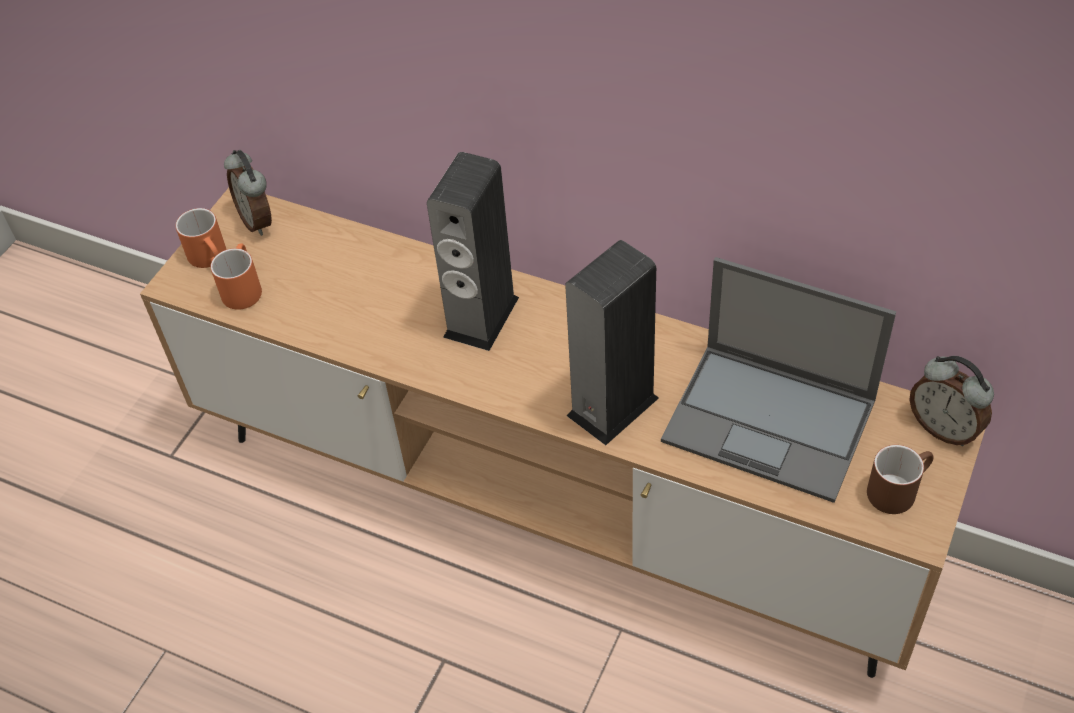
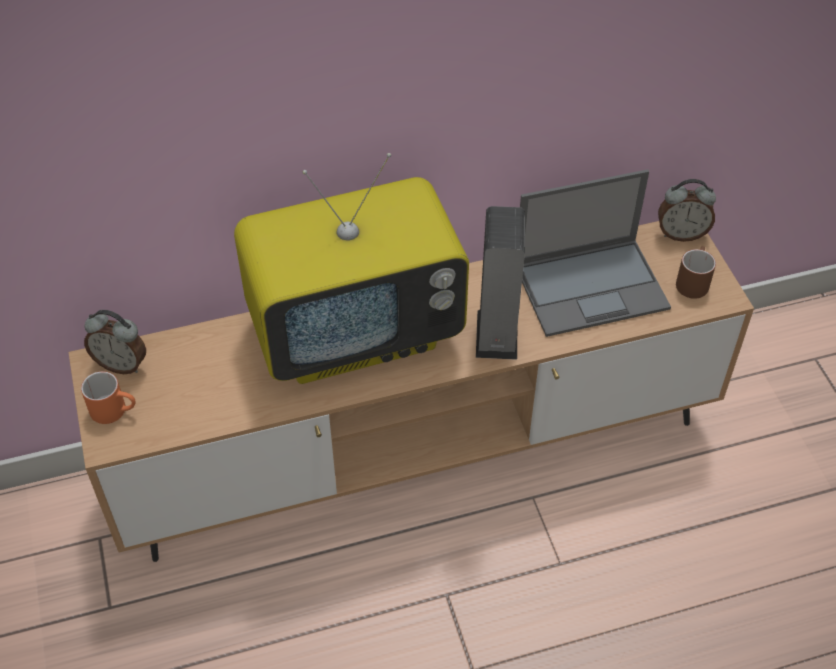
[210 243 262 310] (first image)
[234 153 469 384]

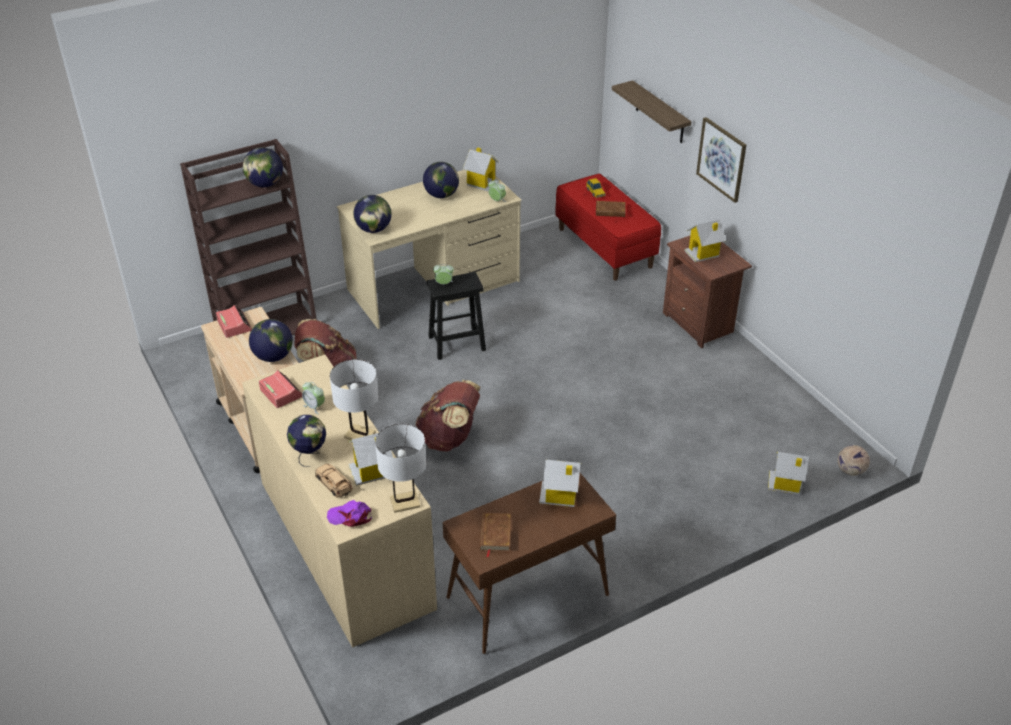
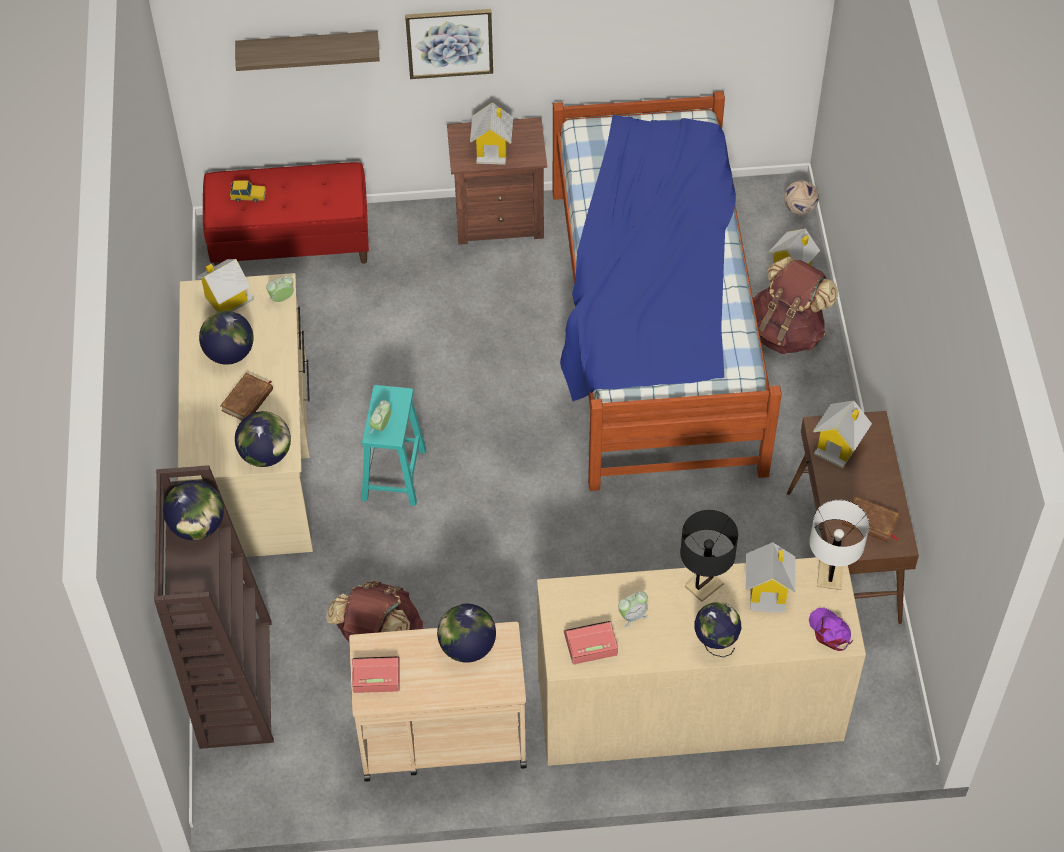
[315 464 353 498] (first image)
[809 608 853 651]
[680 510 738 602]
[753 257 838 354]
[362 385 426 506]
[220 373 273 420]
[553 91 782 491]

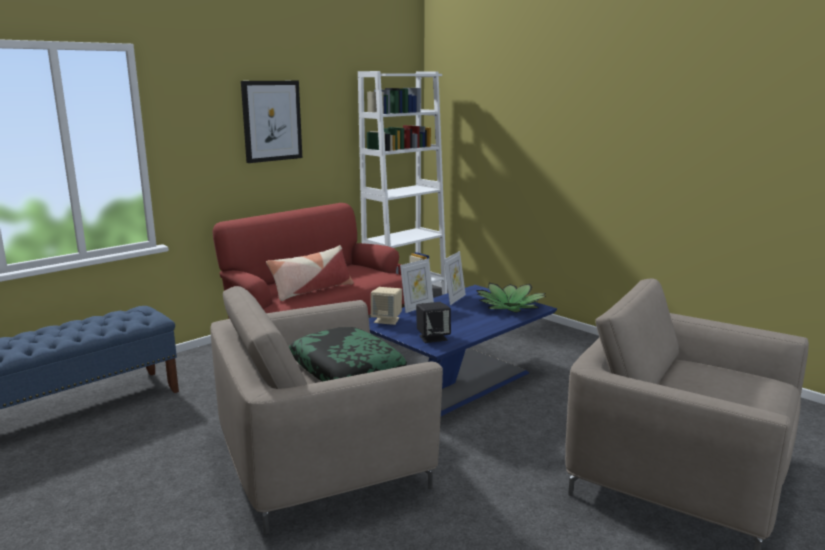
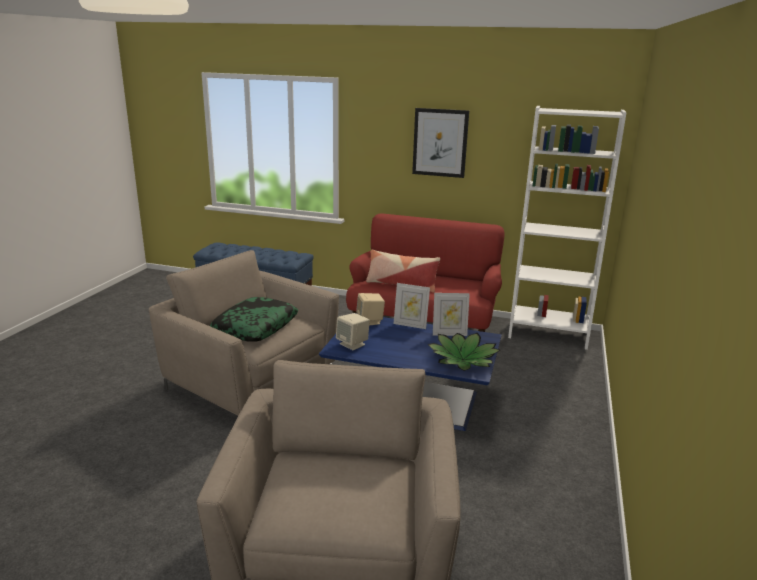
[336 313 370 350]

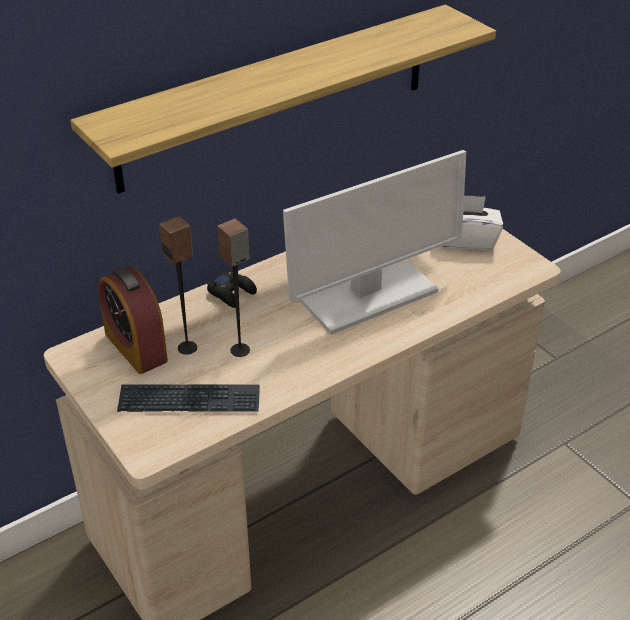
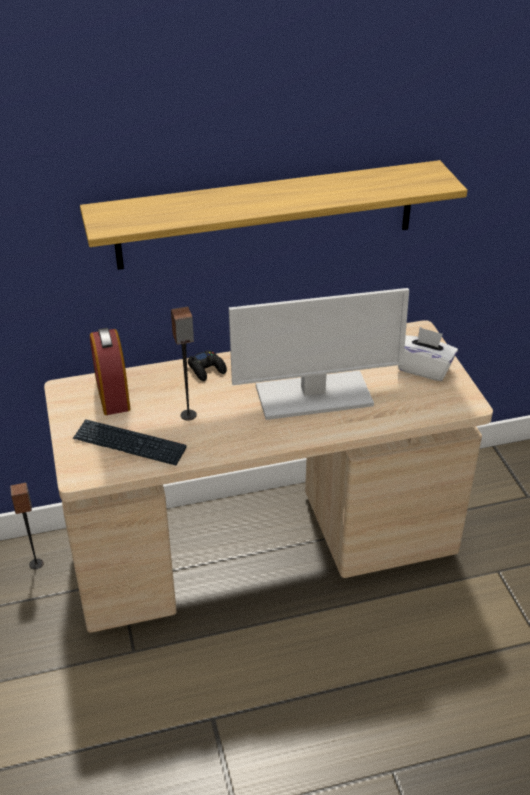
[10 483 44 569]

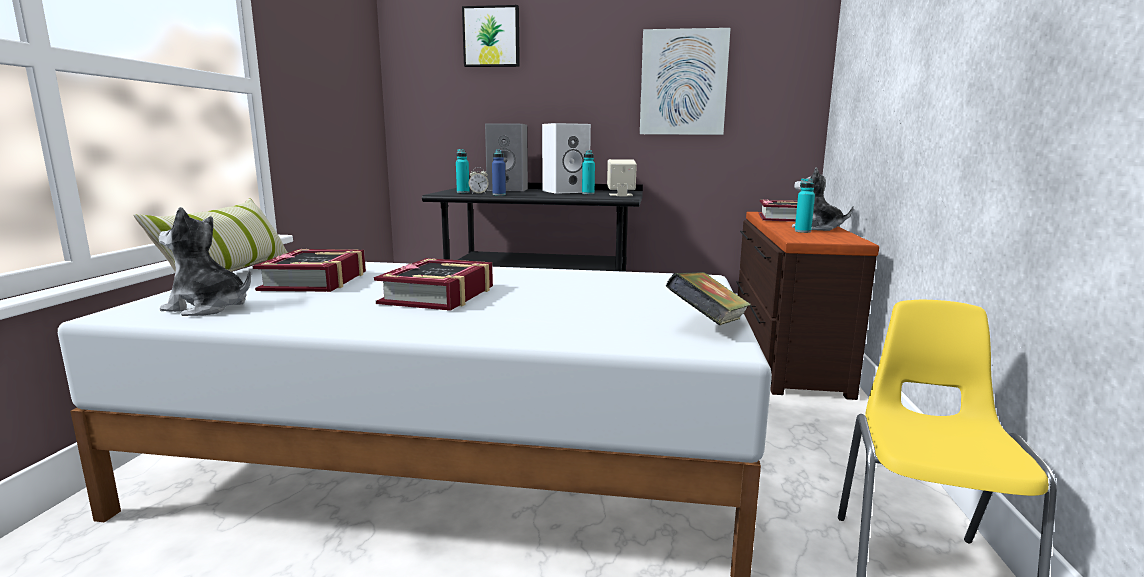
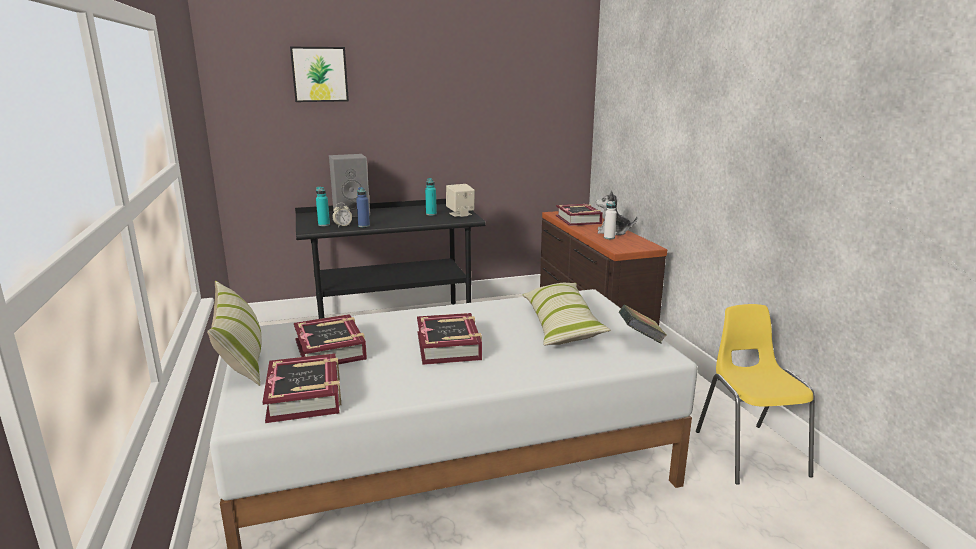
[263 353 341 423]
[542 123 591 194] (first image)
[640 28 731 135] (first image)
[604 201 617 239]
[523 283 611 345]

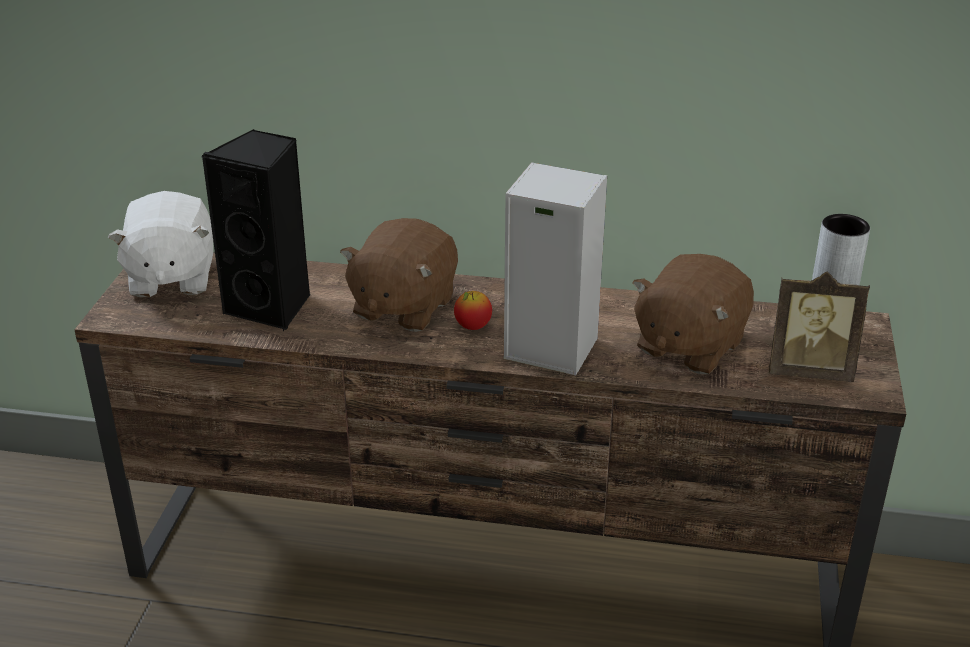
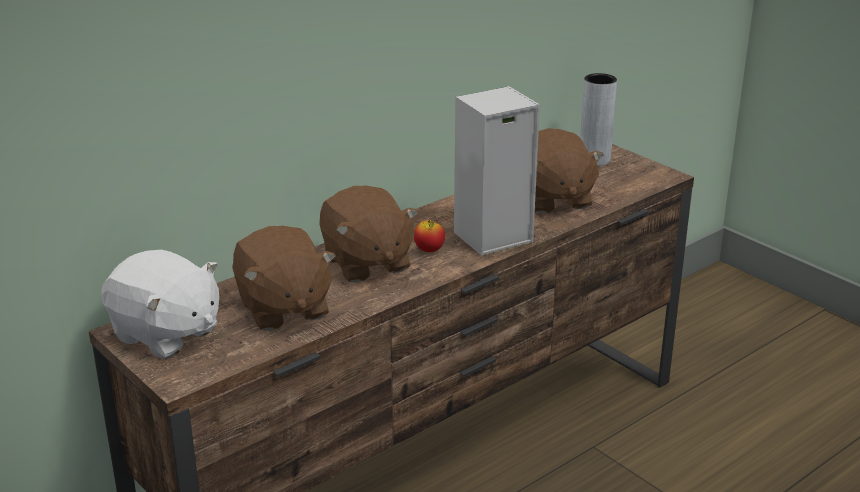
[232 226 336 331]
[769 272 870 382] (first image)

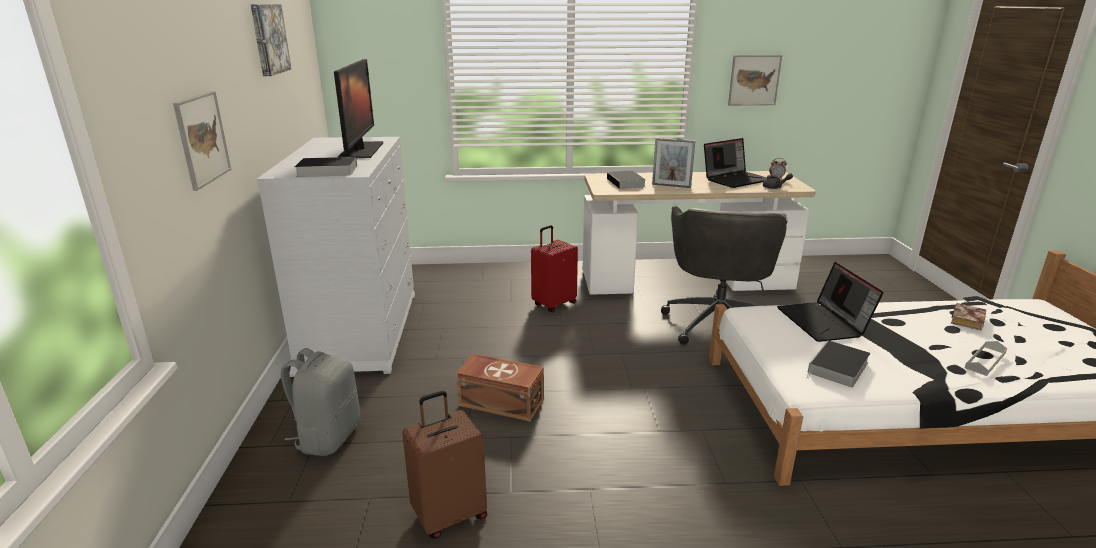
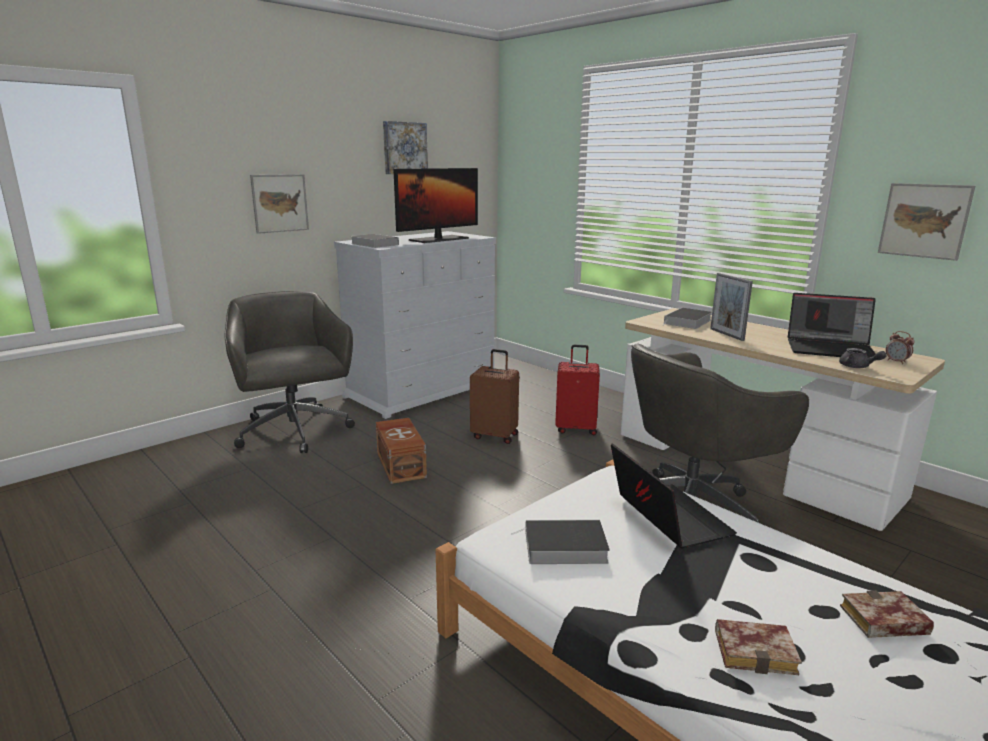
[224 291 355 453]
[470 349 519 444]
[611 443 737 548]
[715 619 802 675]

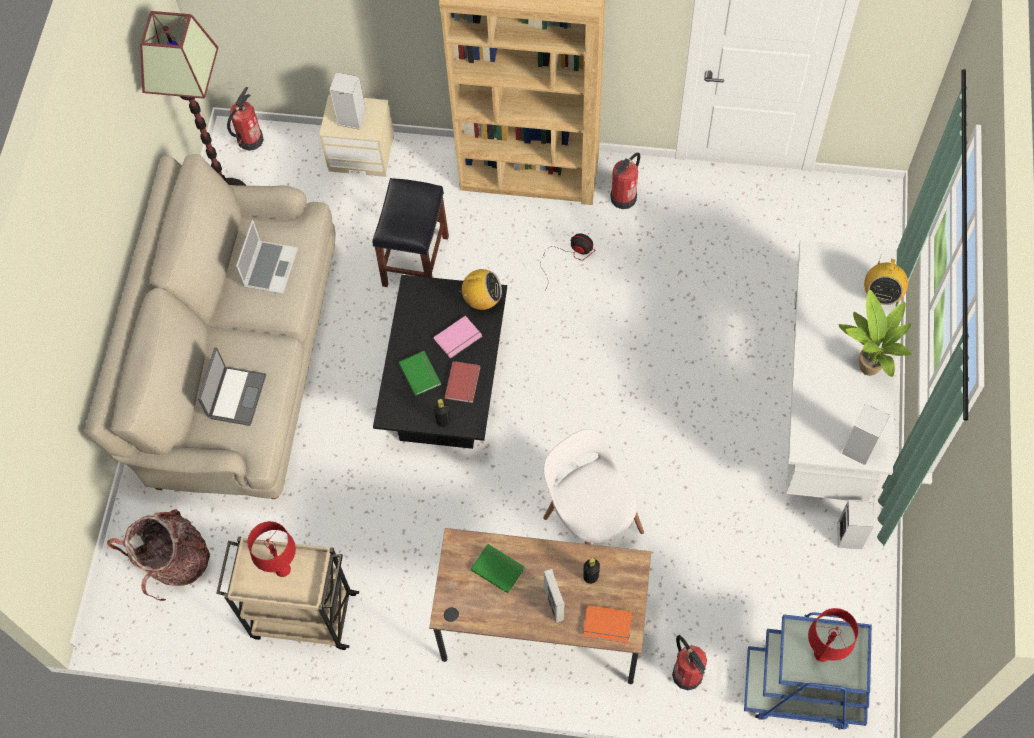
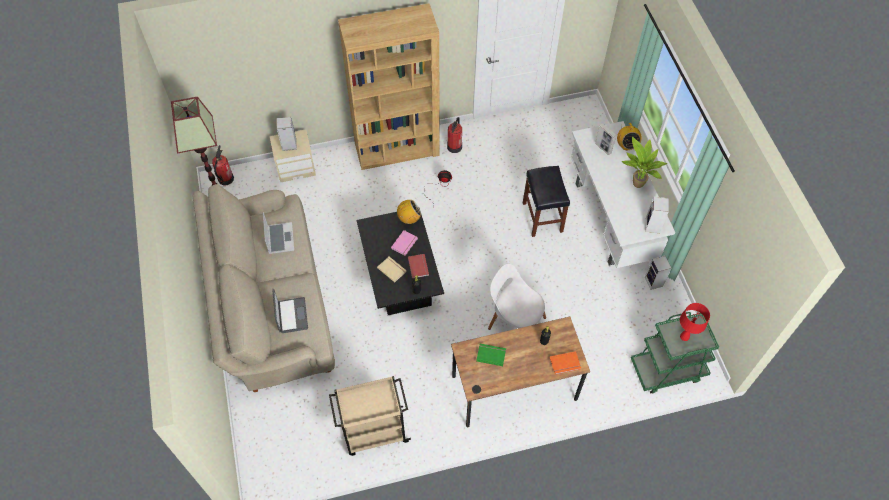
[107 509 210 601] (first image)
[247 521 296 577] (first image)
[523 166 570 237]
[377 257 406 283]
[595 123 617 155]
[672 635 707 690] (first image)
[631 312 719 393]

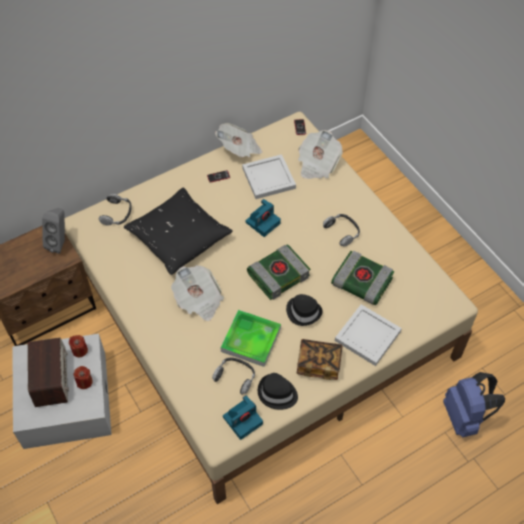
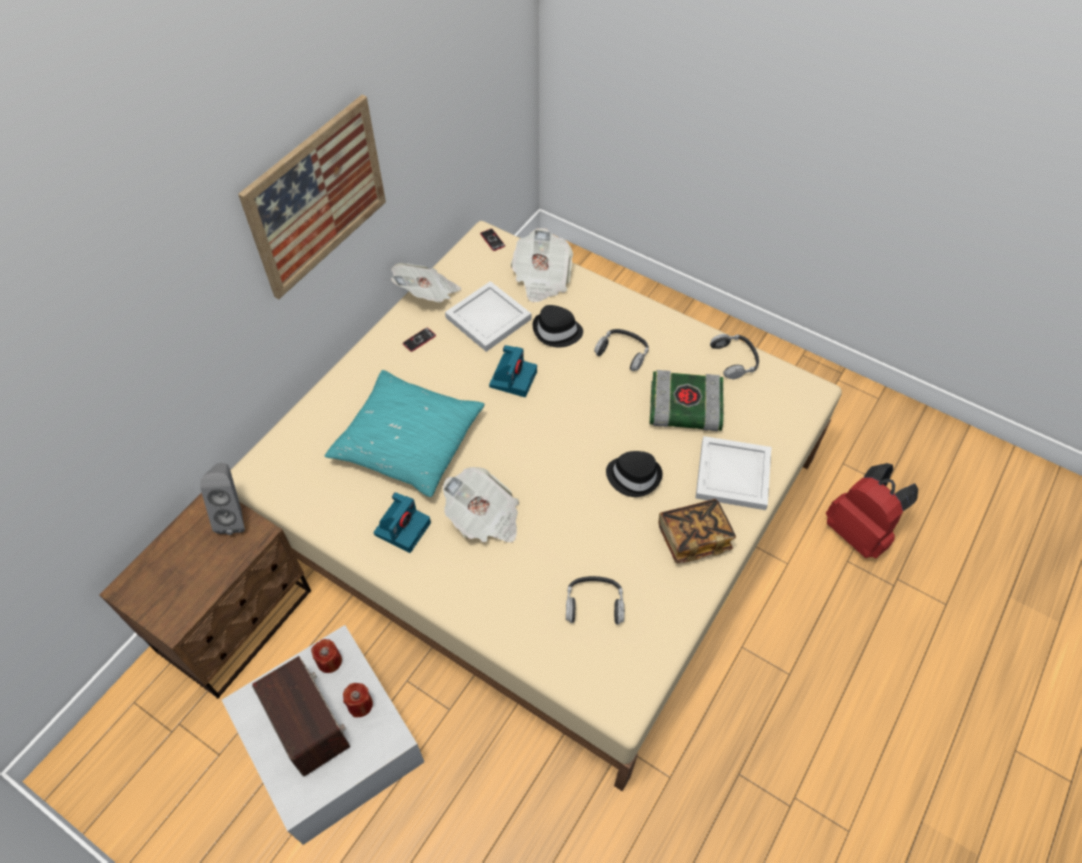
[710 334 759 380]
[325 370 485 497]
[220 310 281 367] (first image)
[374 492 431 553]
[247 245 310 300] (first image)
[533 305 583 347]
[826 463 918 558]
[238 95 386 299]

